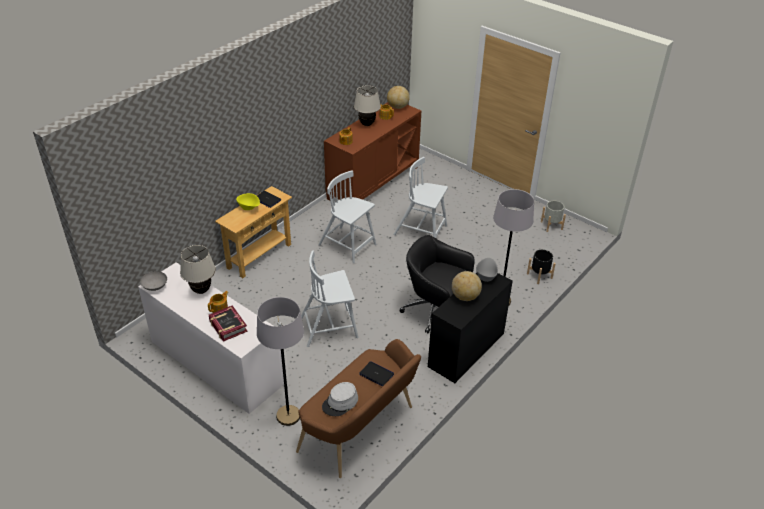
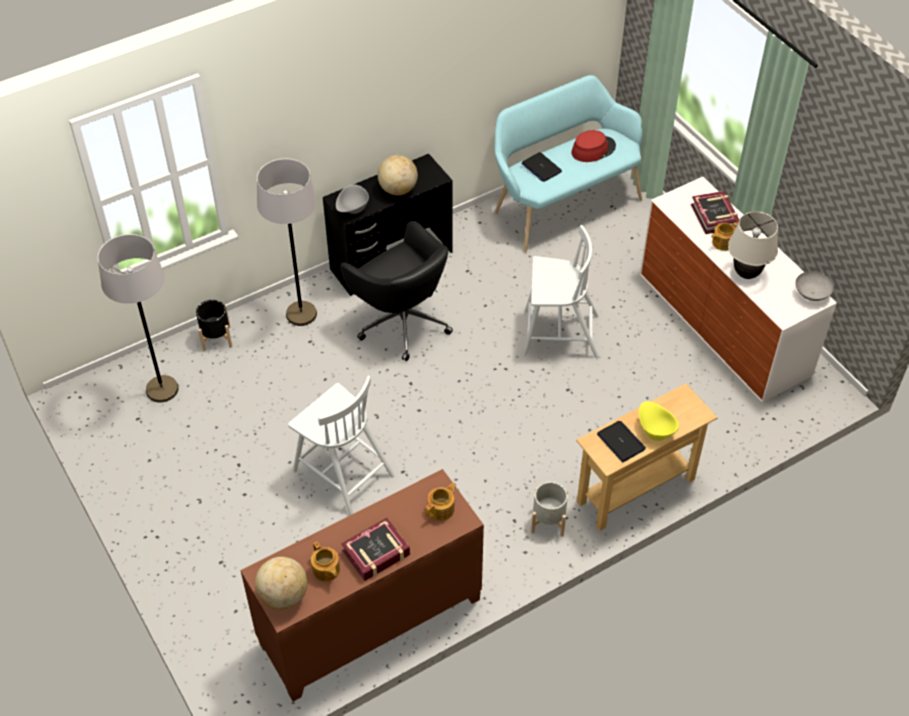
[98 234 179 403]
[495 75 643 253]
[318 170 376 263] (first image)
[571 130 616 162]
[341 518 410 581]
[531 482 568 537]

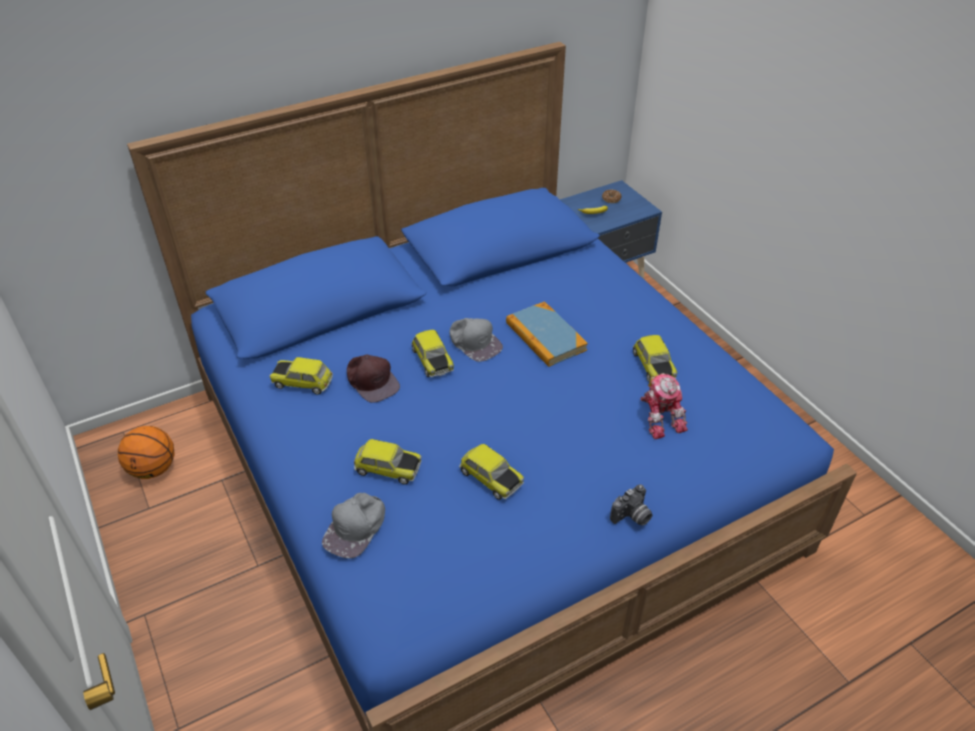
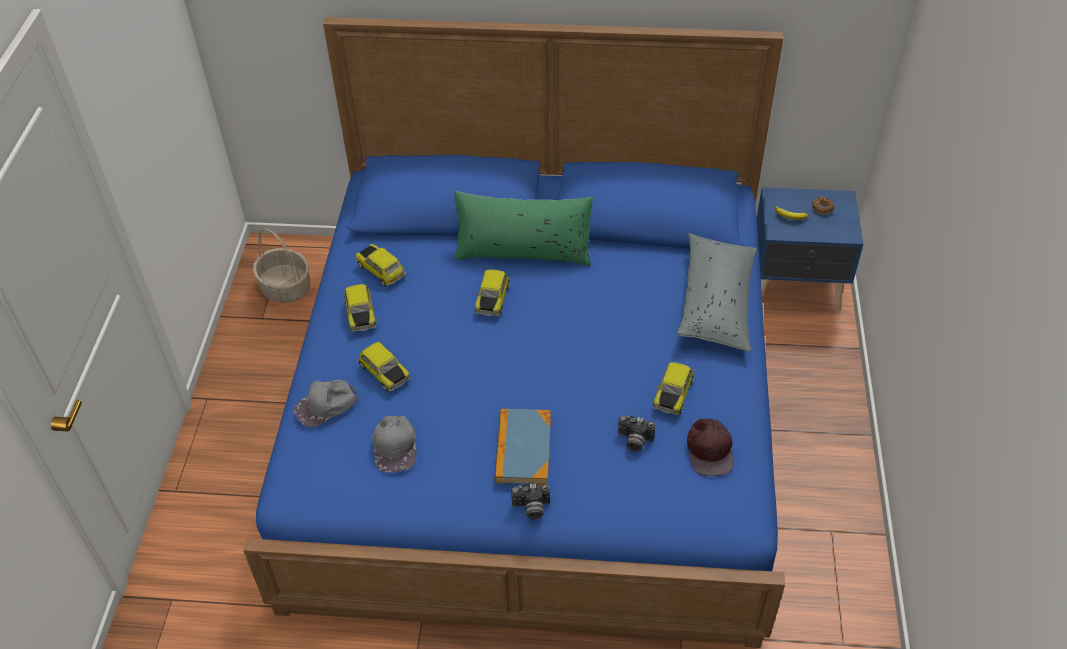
[253 228 310 303]
[687 419 733 476]
[371 416 416 472]
[344 284 376 332]
[495 409 551 485]
[618 415 655 452]
[454 191 593 266]
[677 233 757 352]

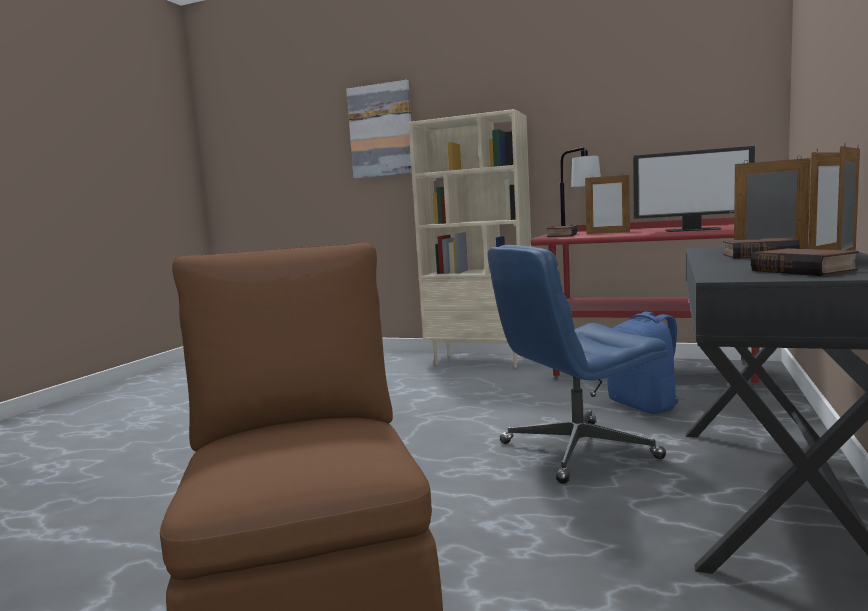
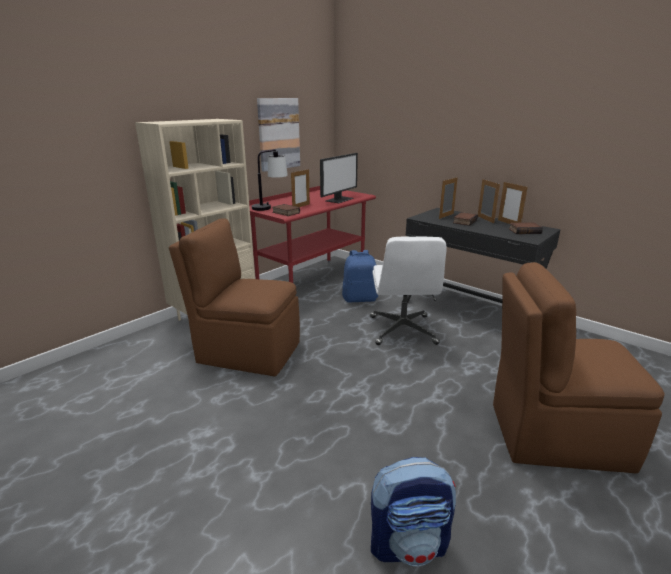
[257 98 300 172]
[370 237 447 345]
[169 218 300 376]
[371 457 456 566]

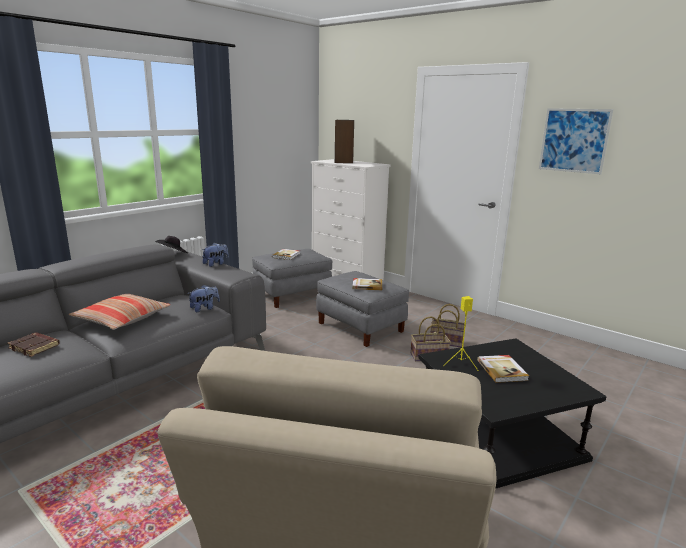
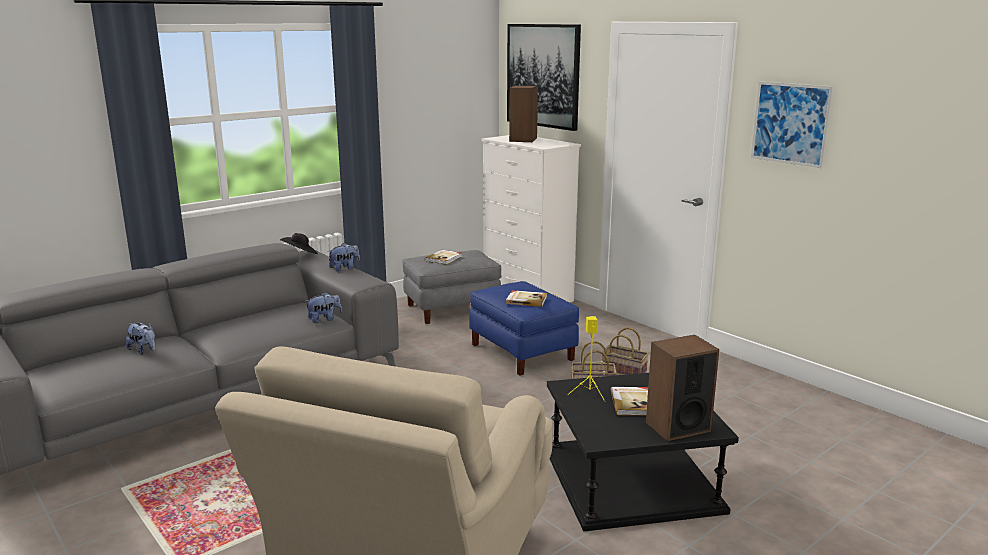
[126 322 155 354]
[69 294 171 330] (first image)
[469 281 579 375]
[507 24 581 131]
[646 335 719 441]

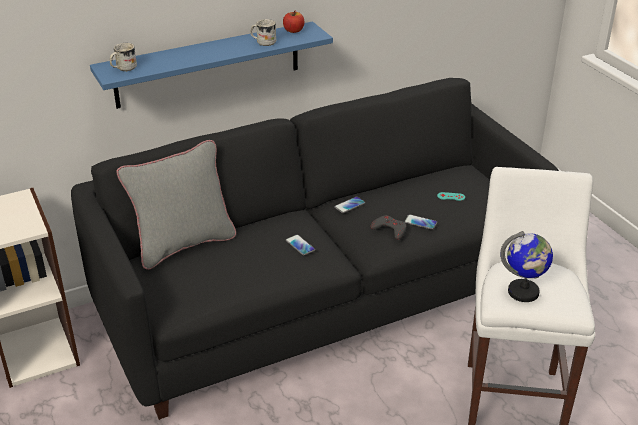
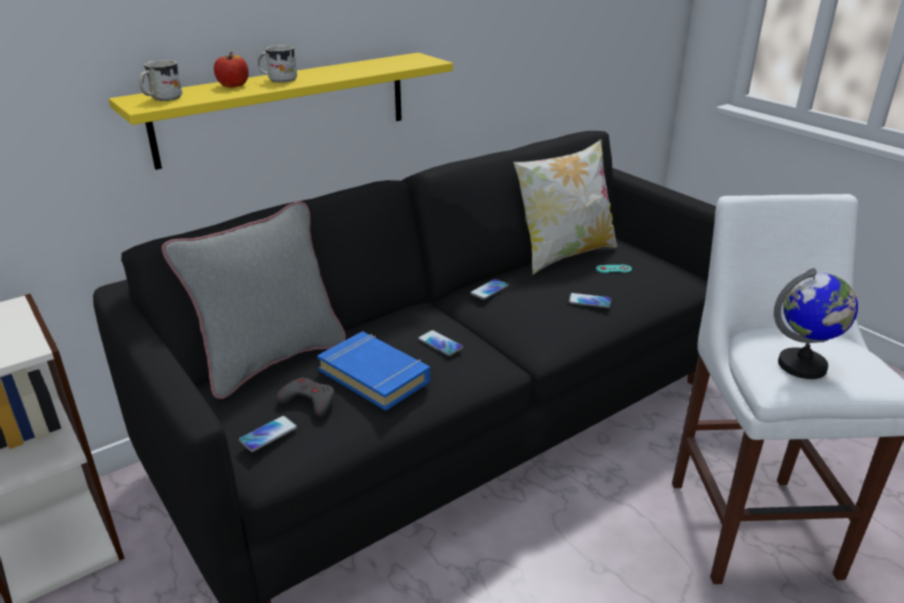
[109 53 453 170]
[257 45 297 83]
[214 52 249 87]
[276 377 335 417]
[239 415 297 452]
[317 331 430 411]
[513 139 617 275]

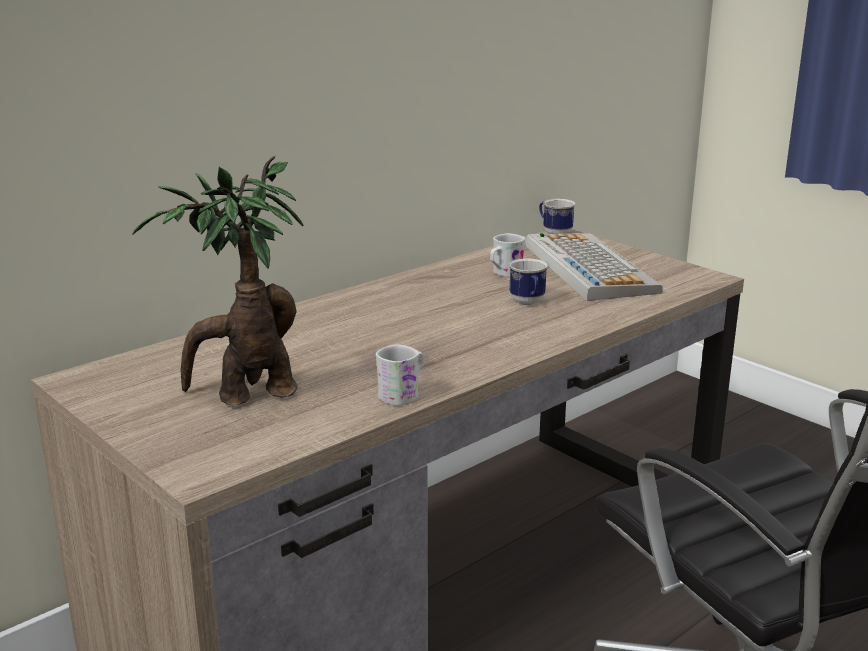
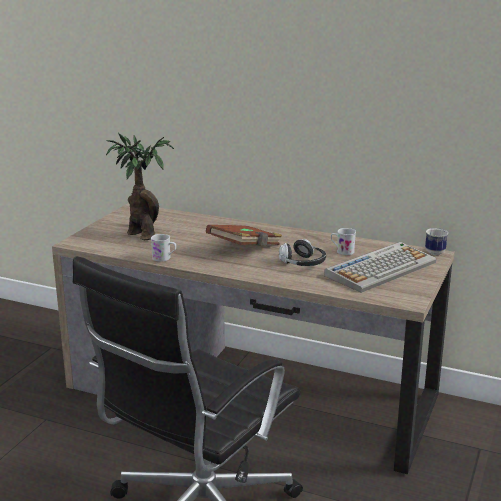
[279 239 326 266]
[206 225 282 246]

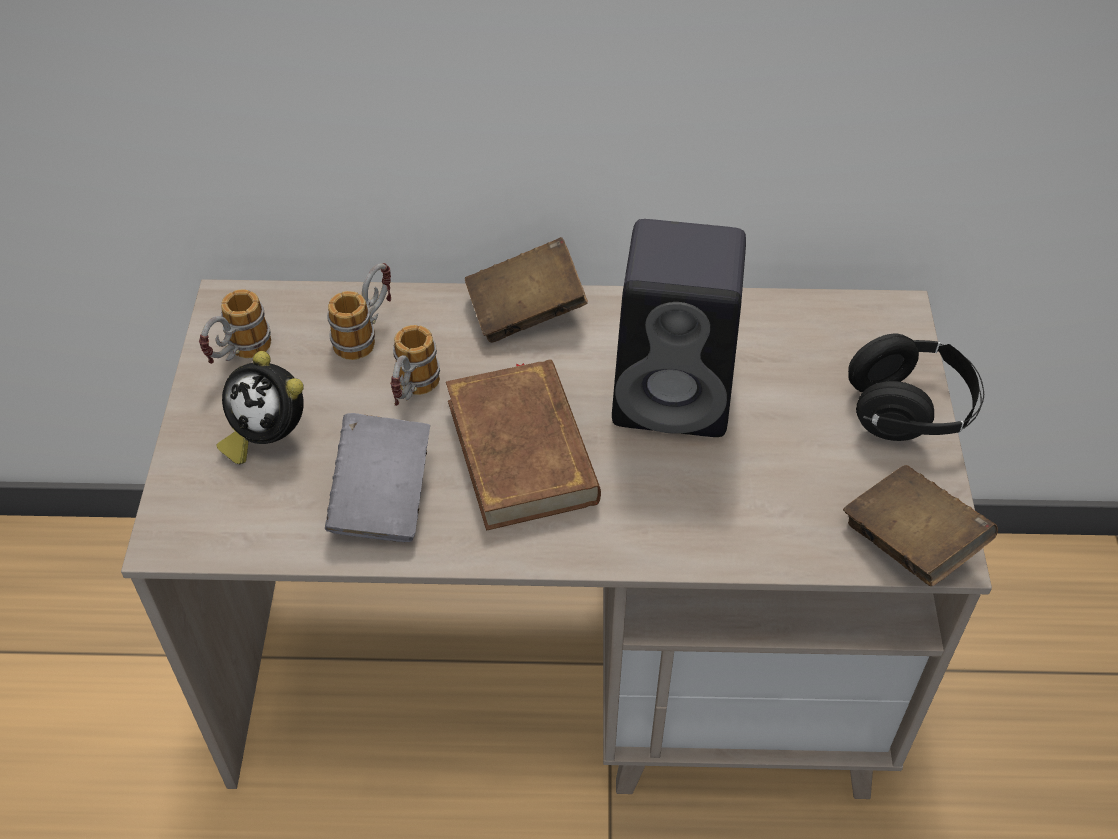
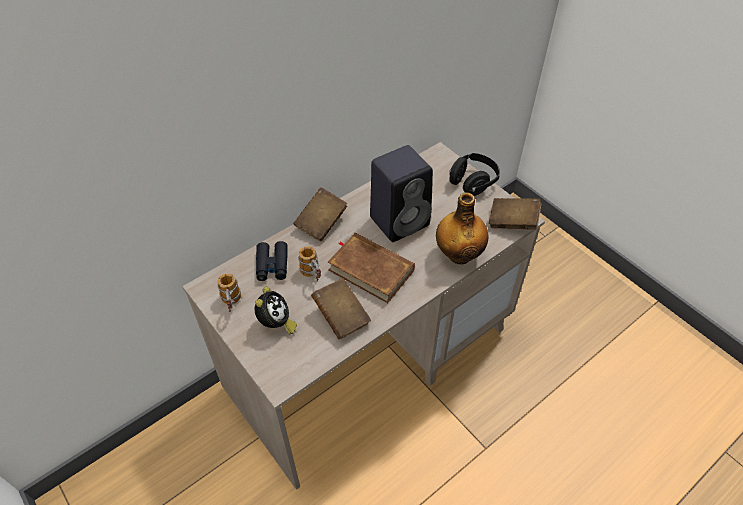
[255 287 297 334]
[311 278 371 339]
[256 241 287 281]
[436 193 488 264]

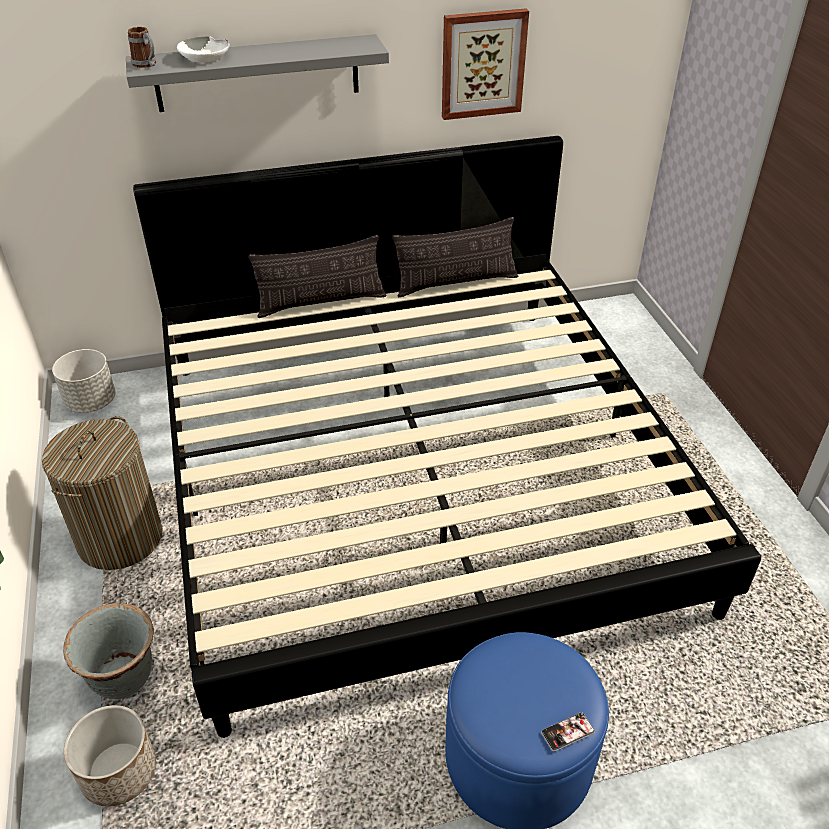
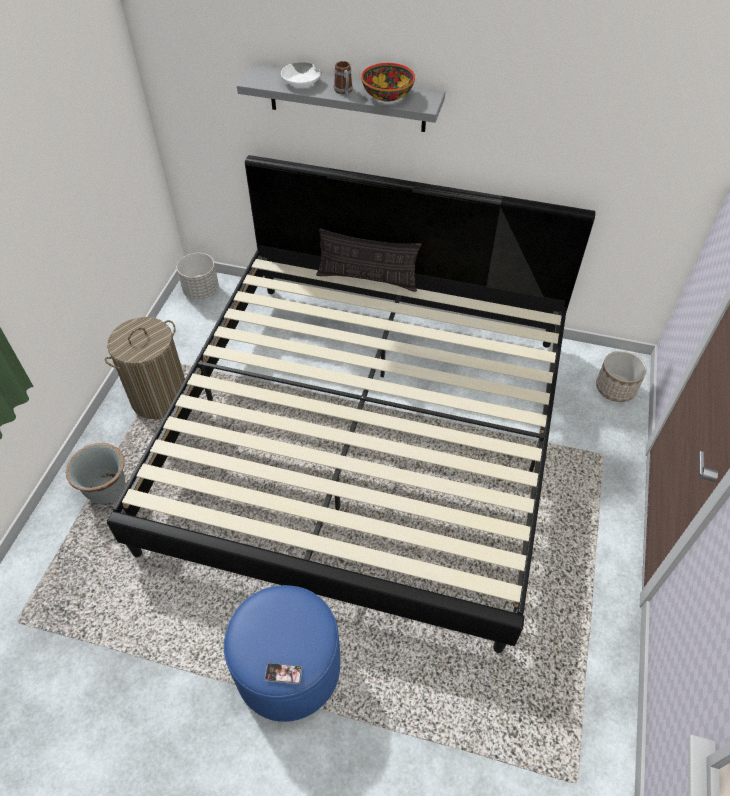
[596 351 647 402]
[334 61 353 95]
[392 217 518 297] (first image)
[442 8 529 120] (first image)
[361 63 415 101]

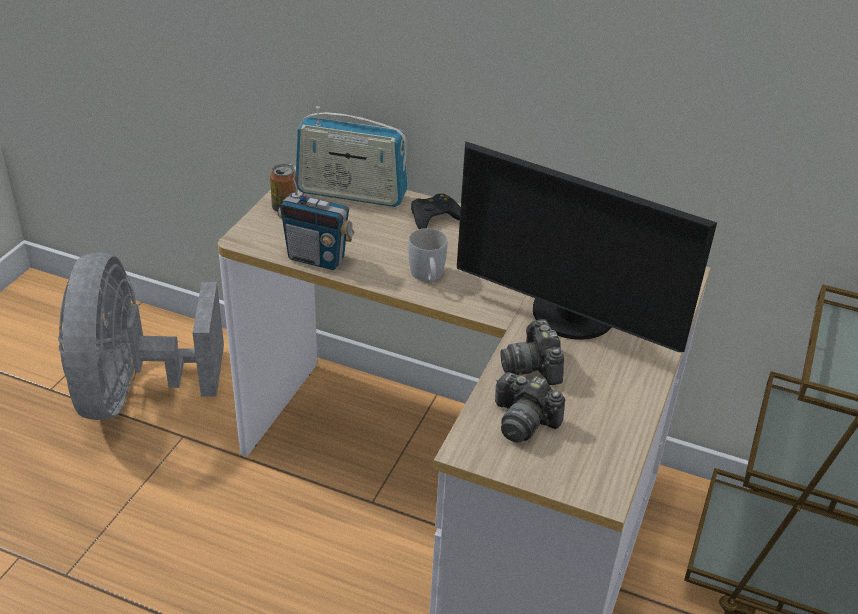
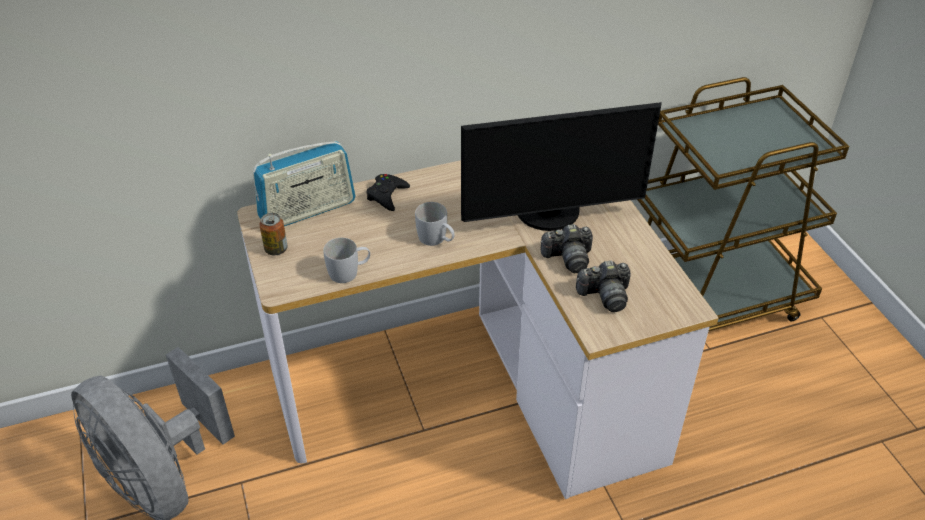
[323 238 370 283]
[541 224 593 273]

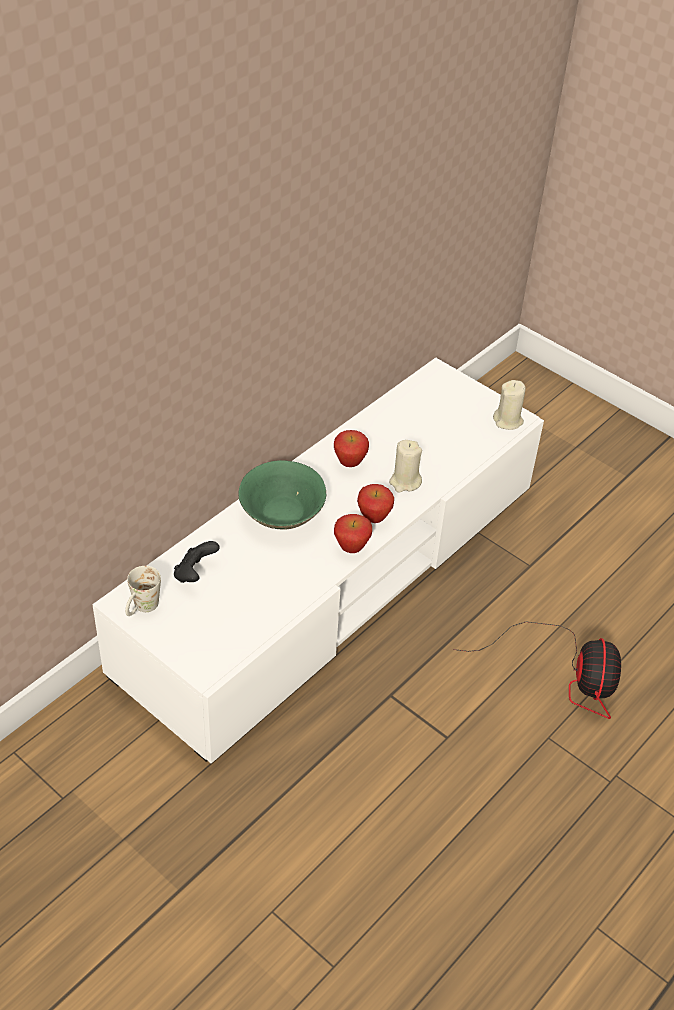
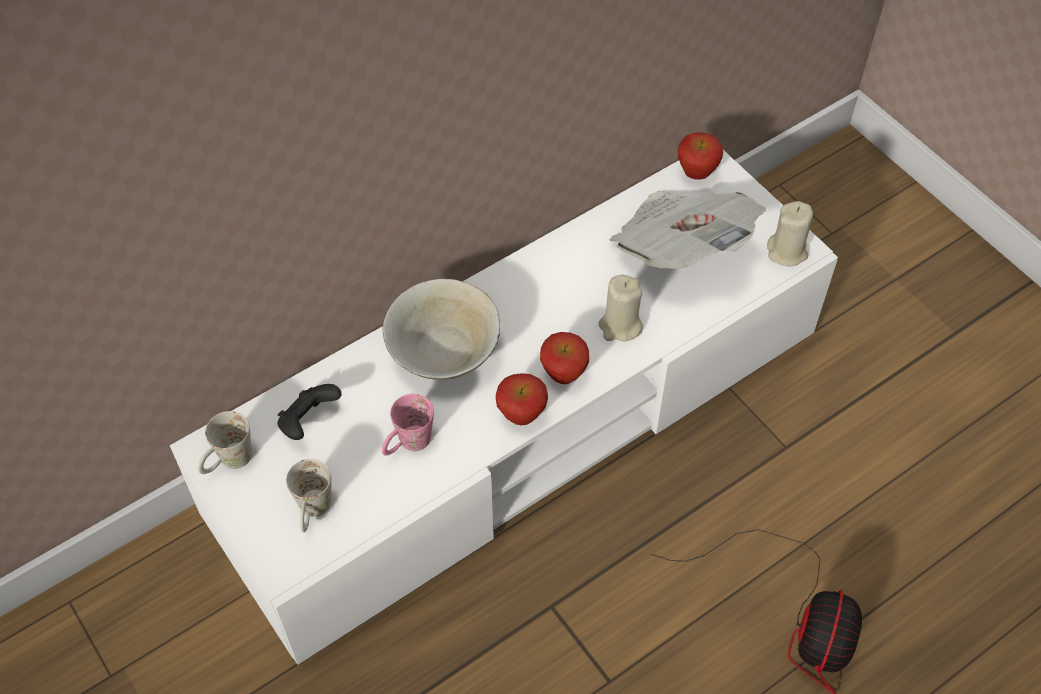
[382 279 500 380]
[678 132 723 180]
[286 459 331 533]
[382 394 434 456]
[609 191 766 269]

